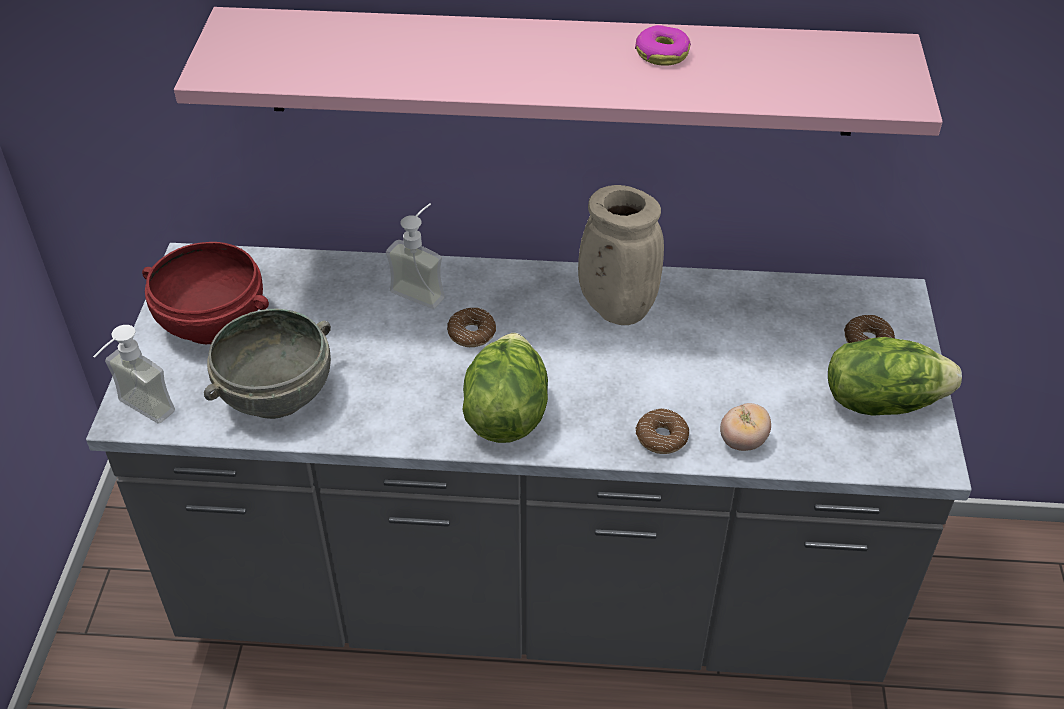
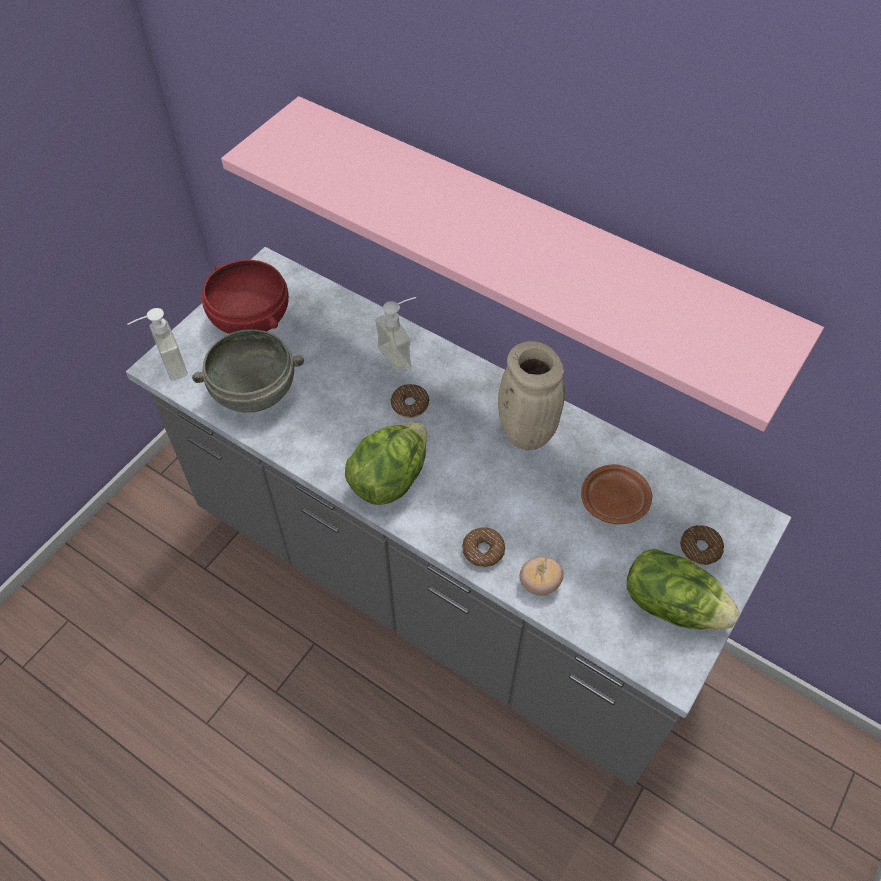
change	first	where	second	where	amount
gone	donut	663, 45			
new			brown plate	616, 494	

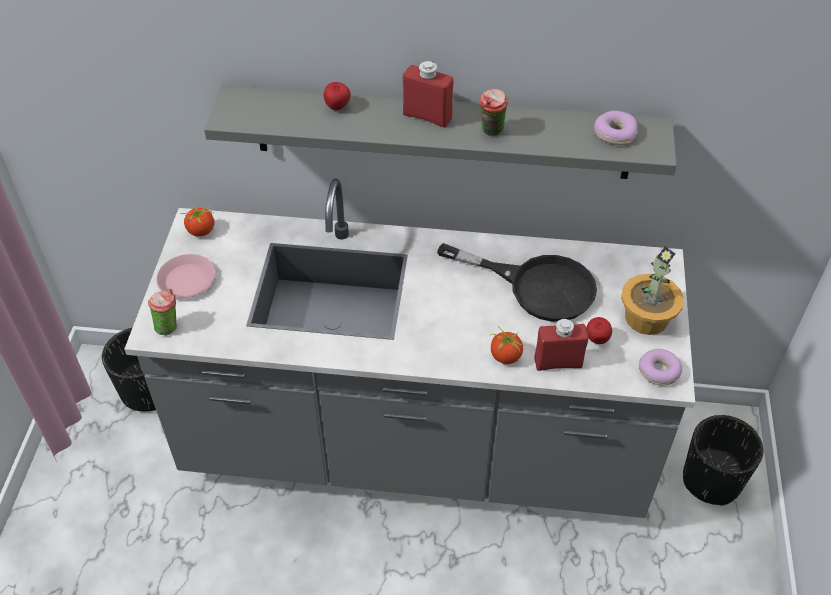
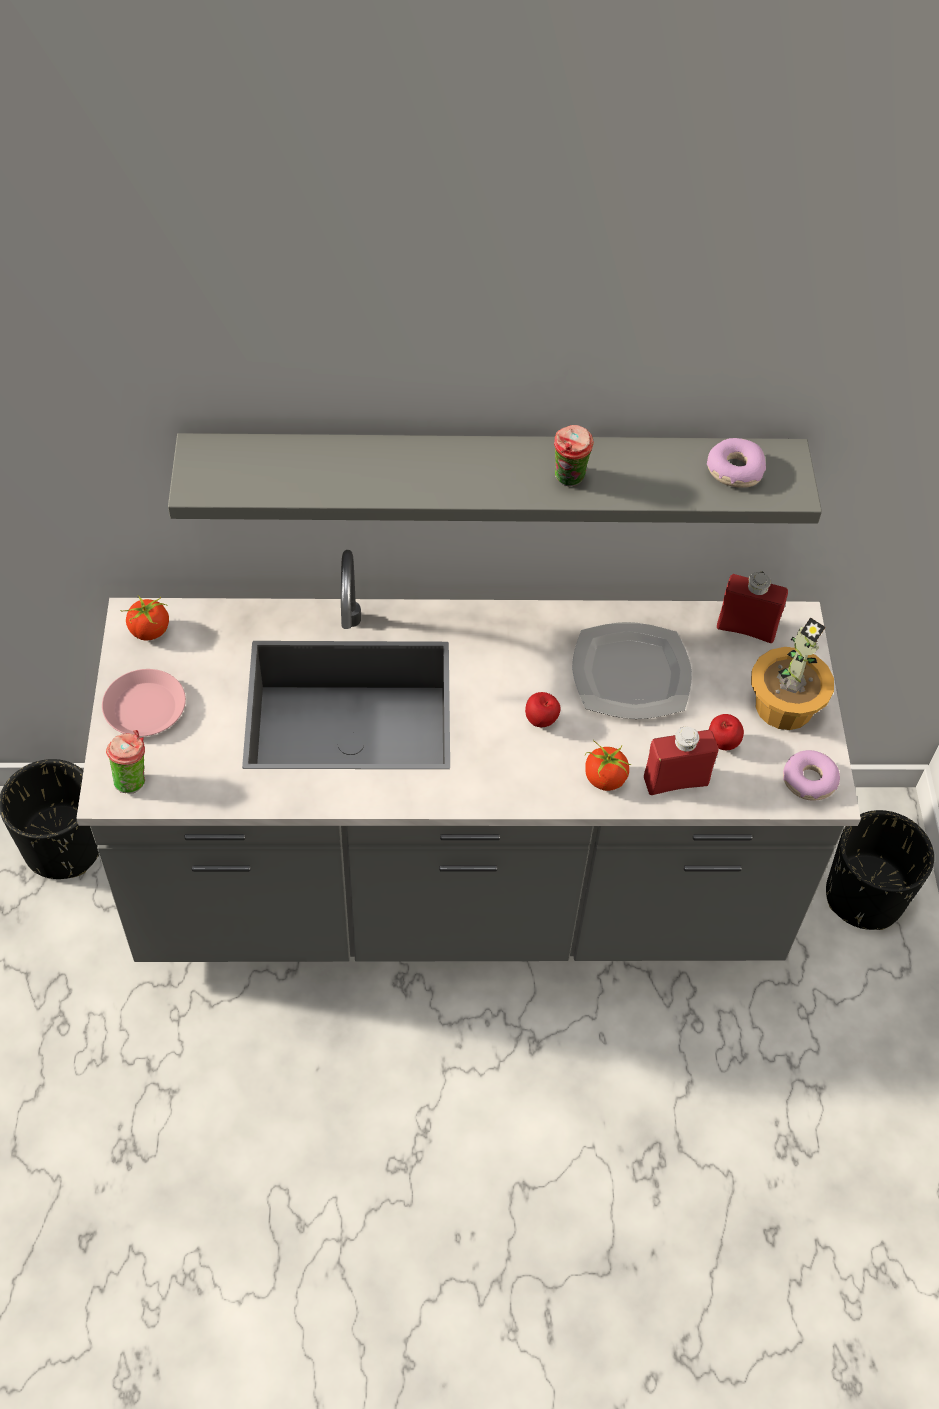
change	first	where	second	where	amount
shifted	apple	337, 96		543, 709	
shifted	red bottle	428, 94		752, 607	
swapped	black frying pan	517, 282	plate	632, 670	

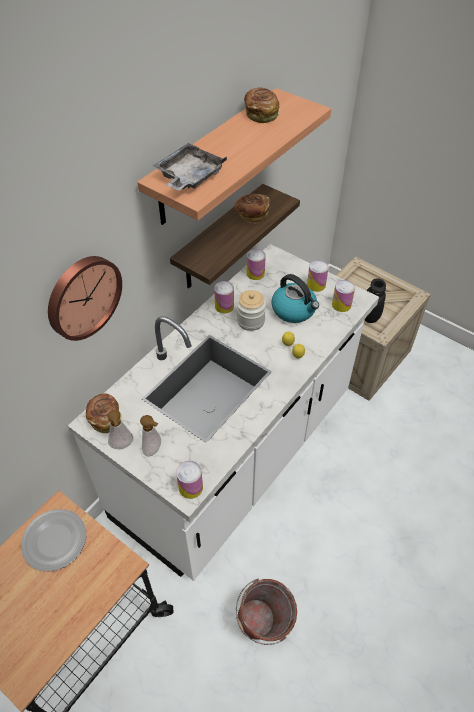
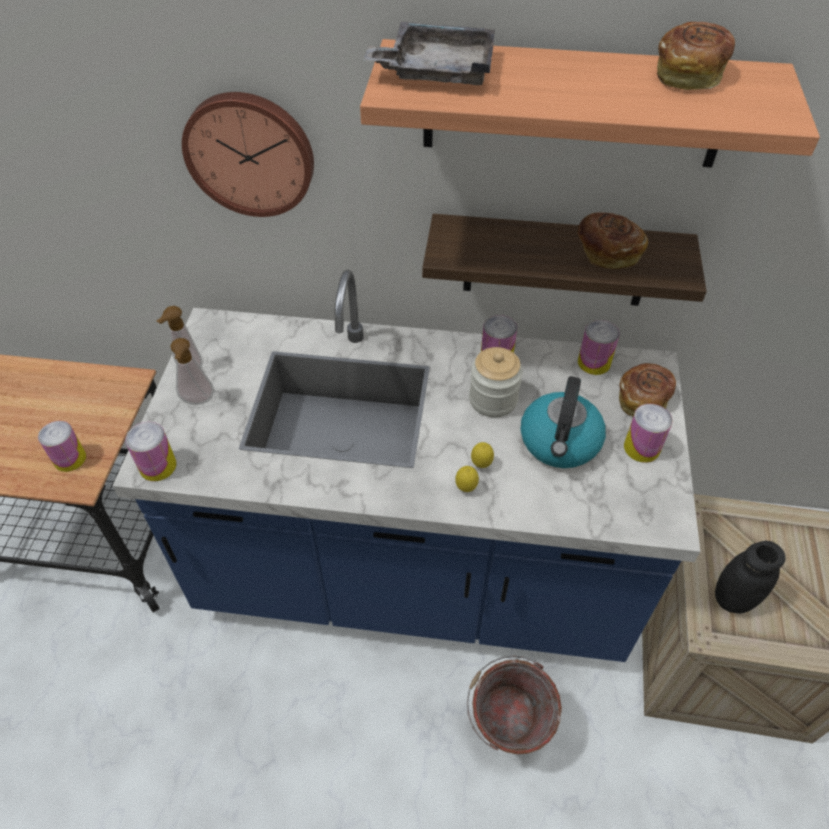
change	first	where	second	where	amount
gone	plate	53, 540			
shifted	bread	104, 413		647, 390	
shifted	bucket	266, 612		514, 704	
shifted	can	343, 296		62, 446	
repainted	white counter	223, 412	blue counter	406, 466	

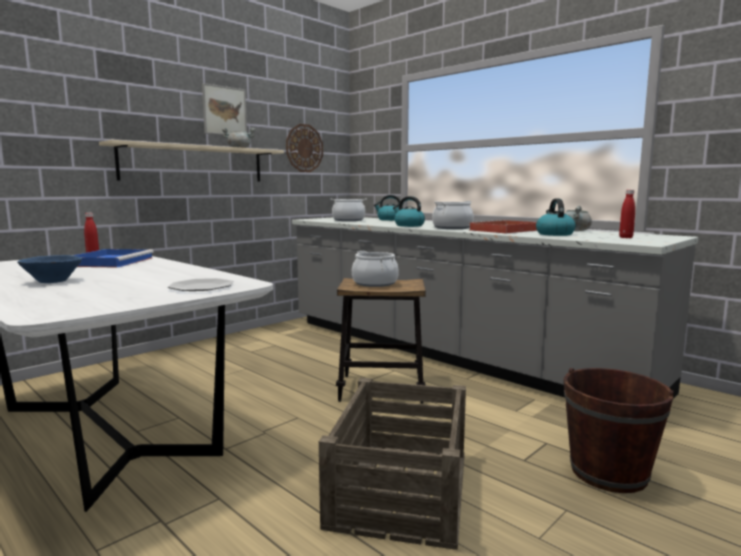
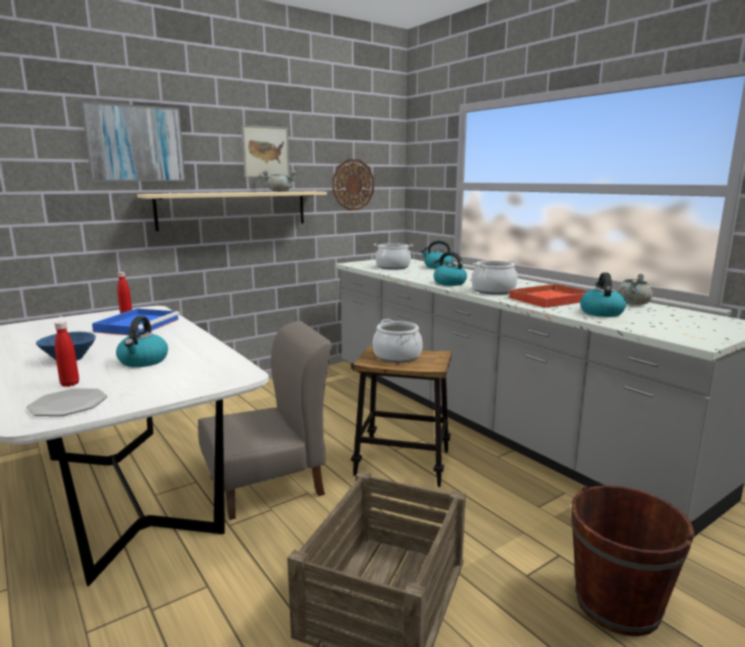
change	first	where	second	where	amount
new			picture	133, 141	
new			kettle	142, 341	
new			grey chair	265, 420	
shifted	plate	200, 284		67, 402	
shifted	red bottle	627, 213		67, 354	

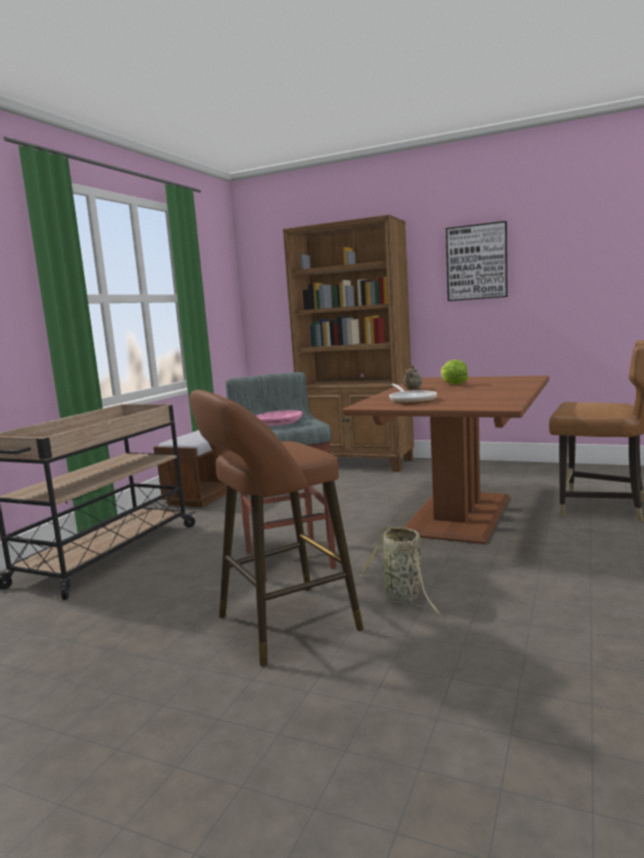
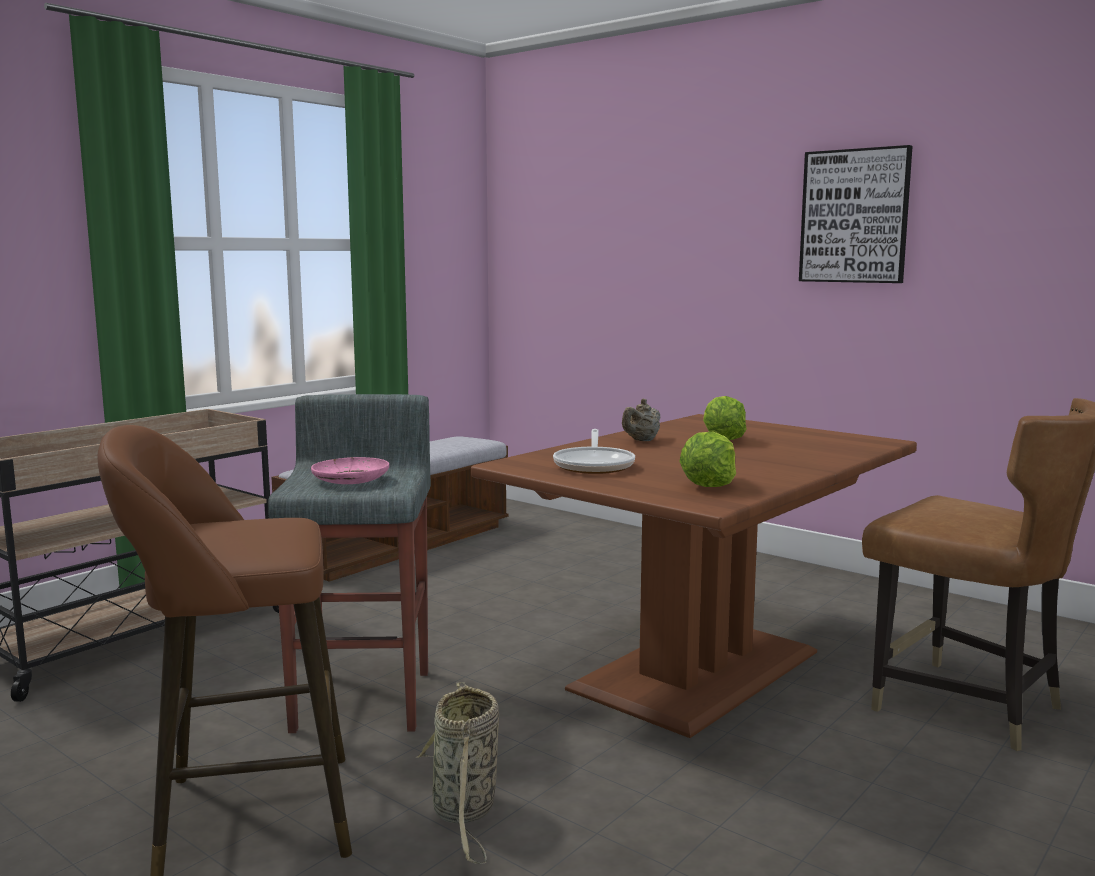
change	first	where	second	where	amount
gone	brown bookcase	348, 343			
new			lettuce	707, 459	

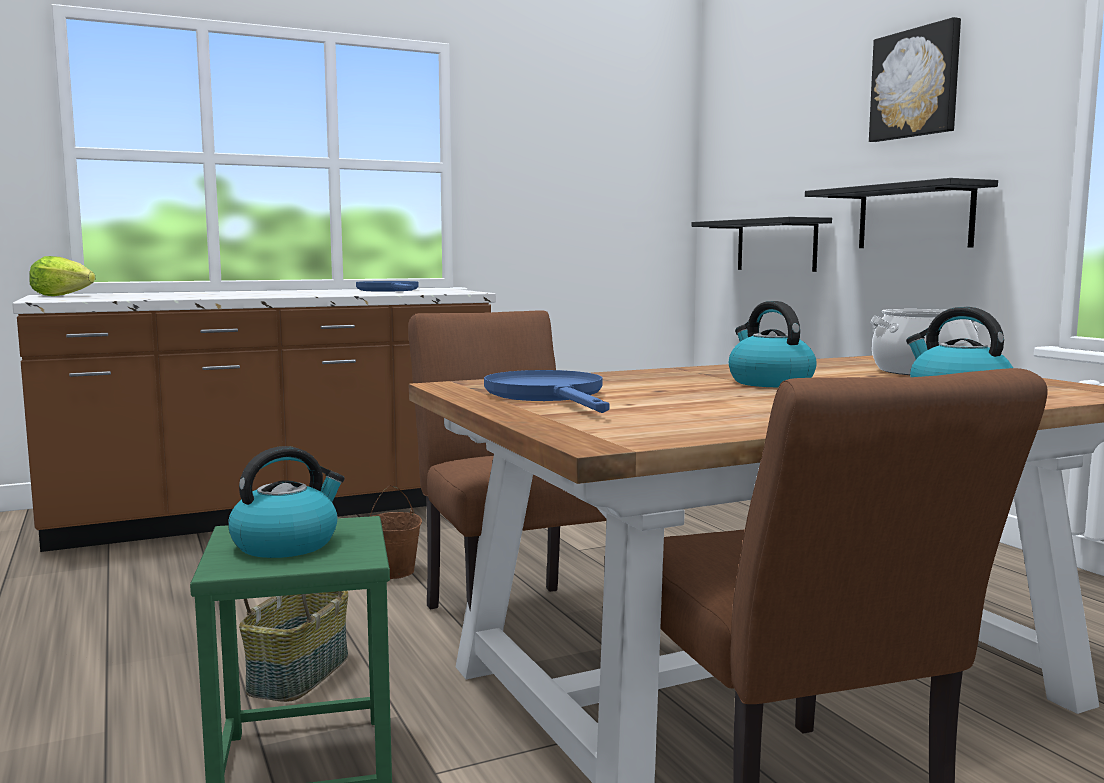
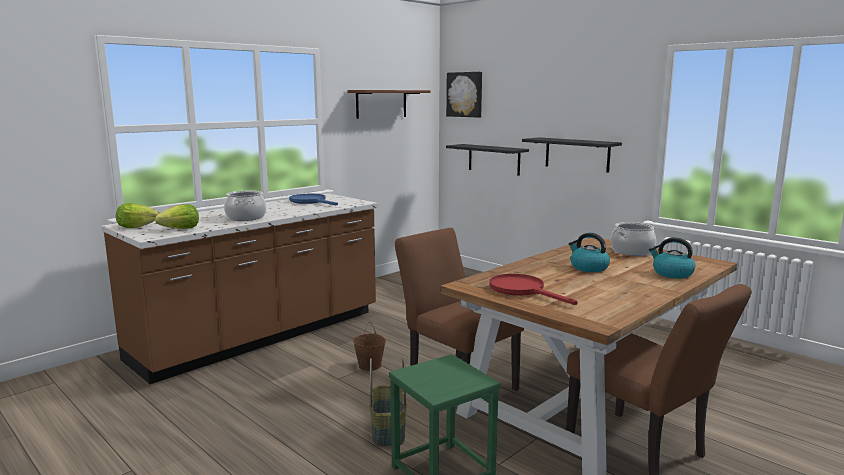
change	first	where	second	where	amount
gone	kettle	286, 502			
new			lettuce	177, 216	
new			cooking pot	245, 206	
new			brown shelf	389, 104	
shifted	picture	915, 79		464, 95	
repainted	blue frying pan	547, 391	red frying pan	533, 289	

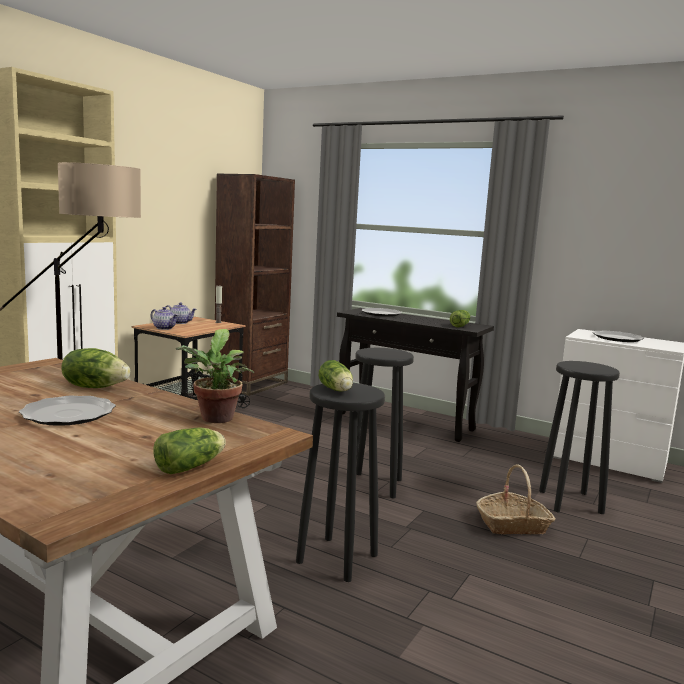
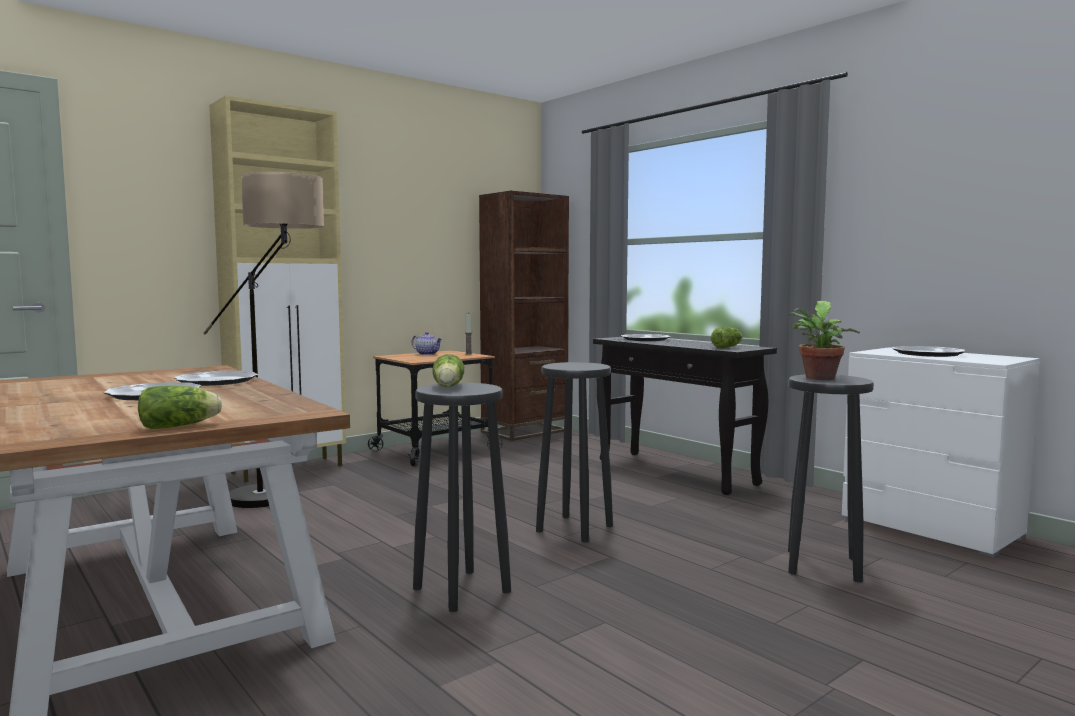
change	first	where	second	where	amount
gone	teapot	164, 318			
gone	basket	516, 499			
shifted	potted plant	215, 376		823, 340	
swapped	lettuce	96, 368	plate	216, 378	

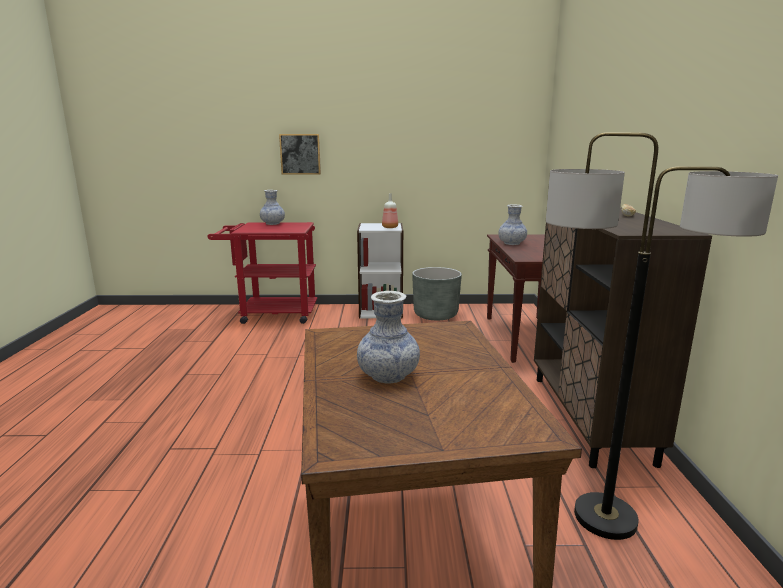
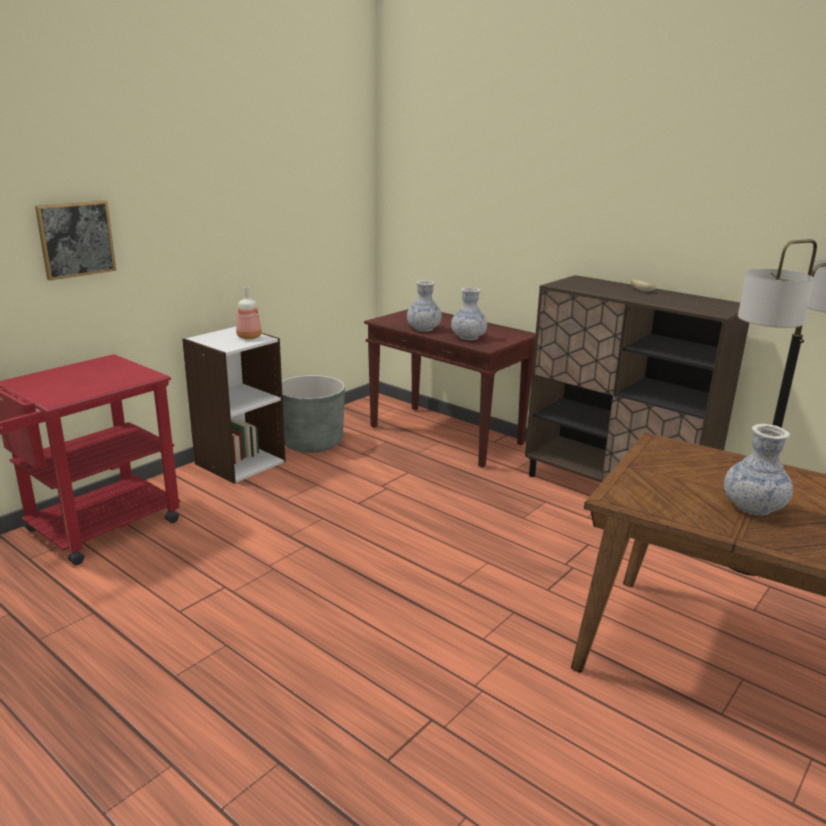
change	first	where	second	where	amount
shifted	vase	272, 207		469, 313	

